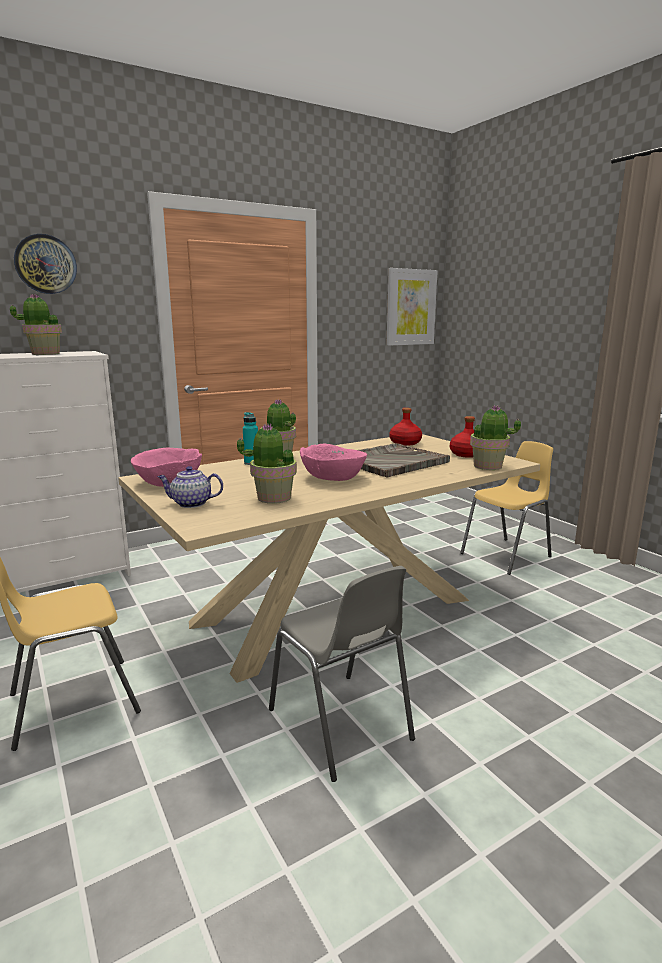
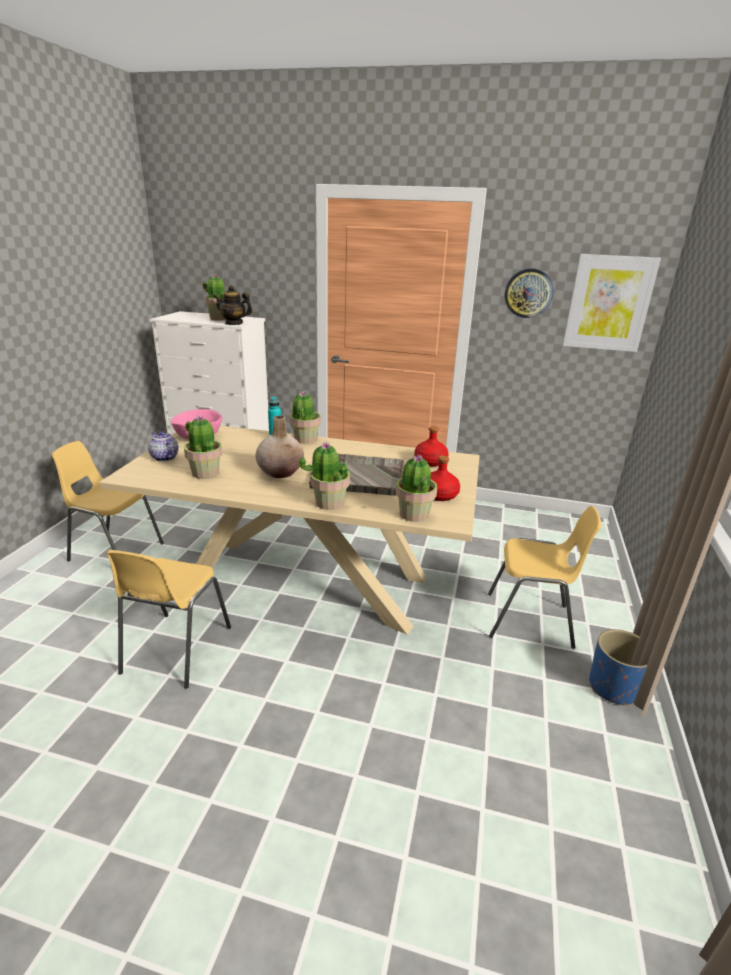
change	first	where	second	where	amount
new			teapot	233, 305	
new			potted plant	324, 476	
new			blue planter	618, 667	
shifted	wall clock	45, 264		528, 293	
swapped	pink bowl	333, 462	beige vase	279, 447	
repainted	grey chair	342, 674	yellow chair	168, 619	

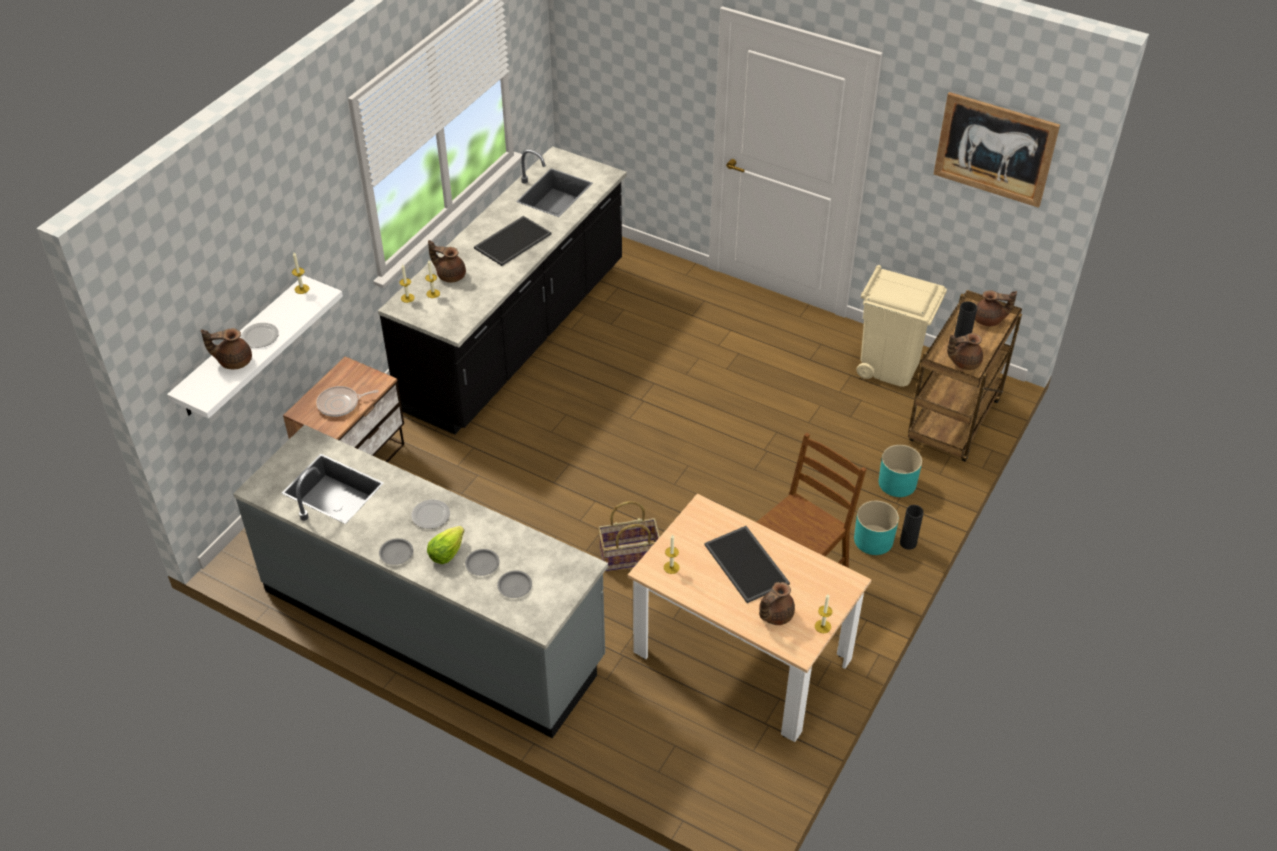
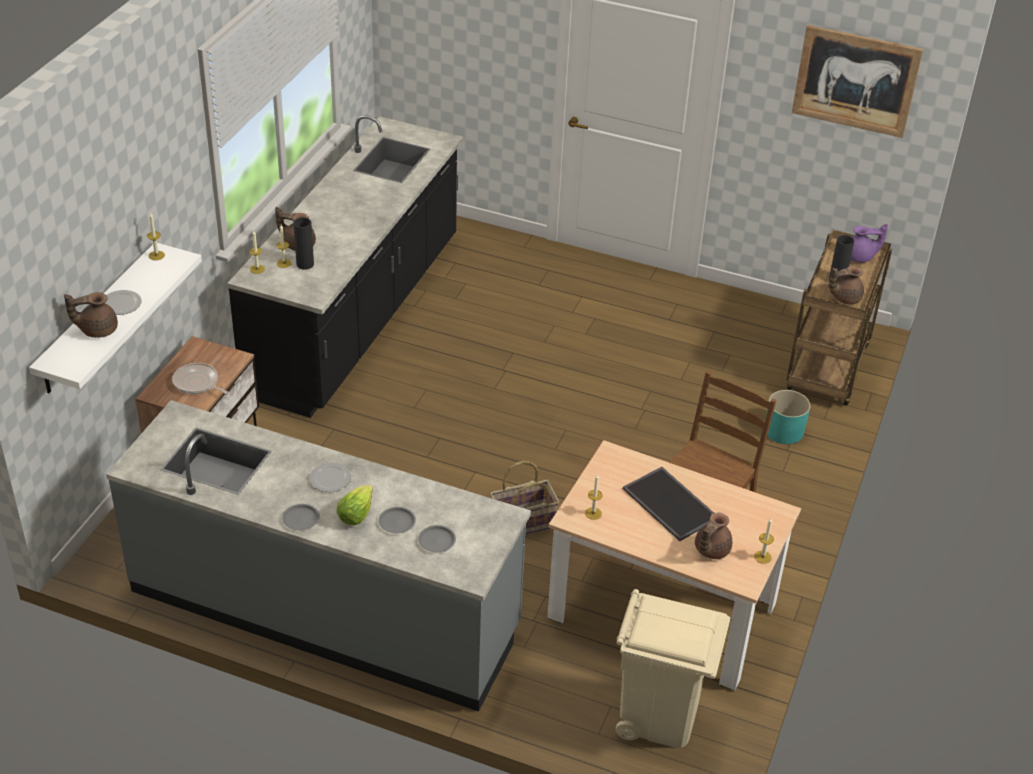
change	first	where	second	where	amount
gone	tray	512, 241			
gone	turquoise planter	876, 528			
shifted	beige trash can	901, 326		673, 668	
shifted	black vase	912, 527		303, 243	
repainted	brown teapot	996, 308	purple teapot	869, 243	
rotated	frying pan	347, 401		200, 379	60 degrees clockwise

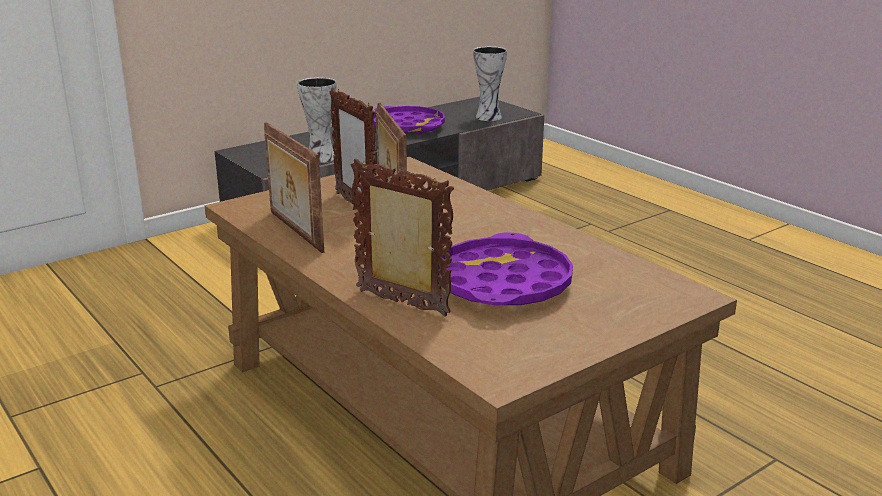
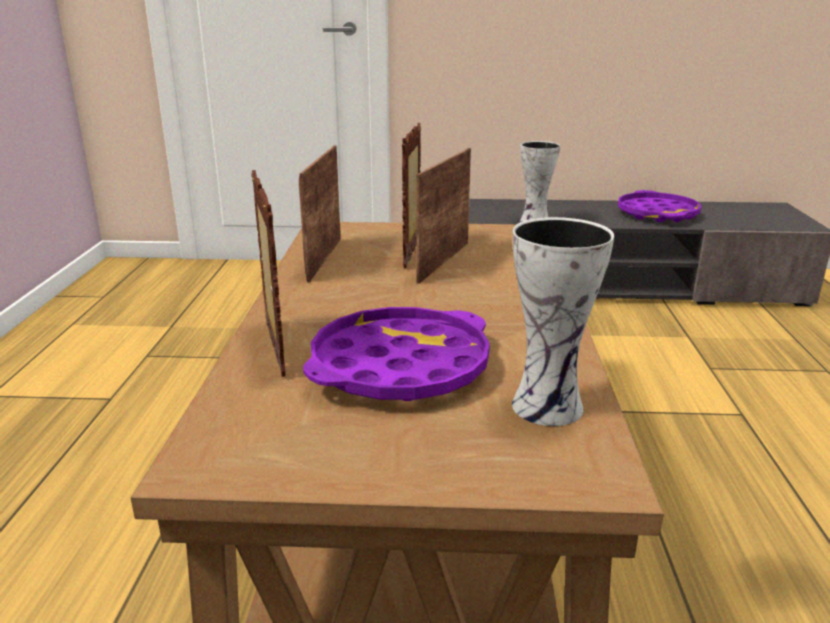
change	first	where	second	where	amount
shifted	vase	490, 83		563, 321	

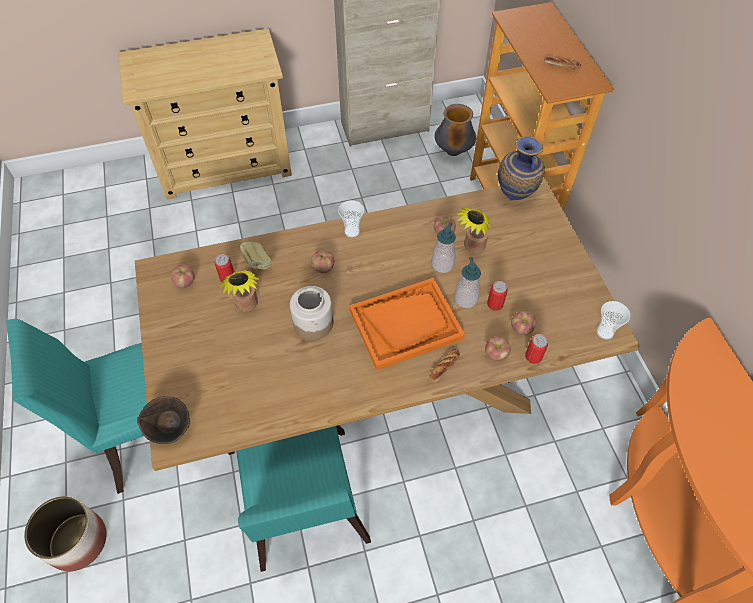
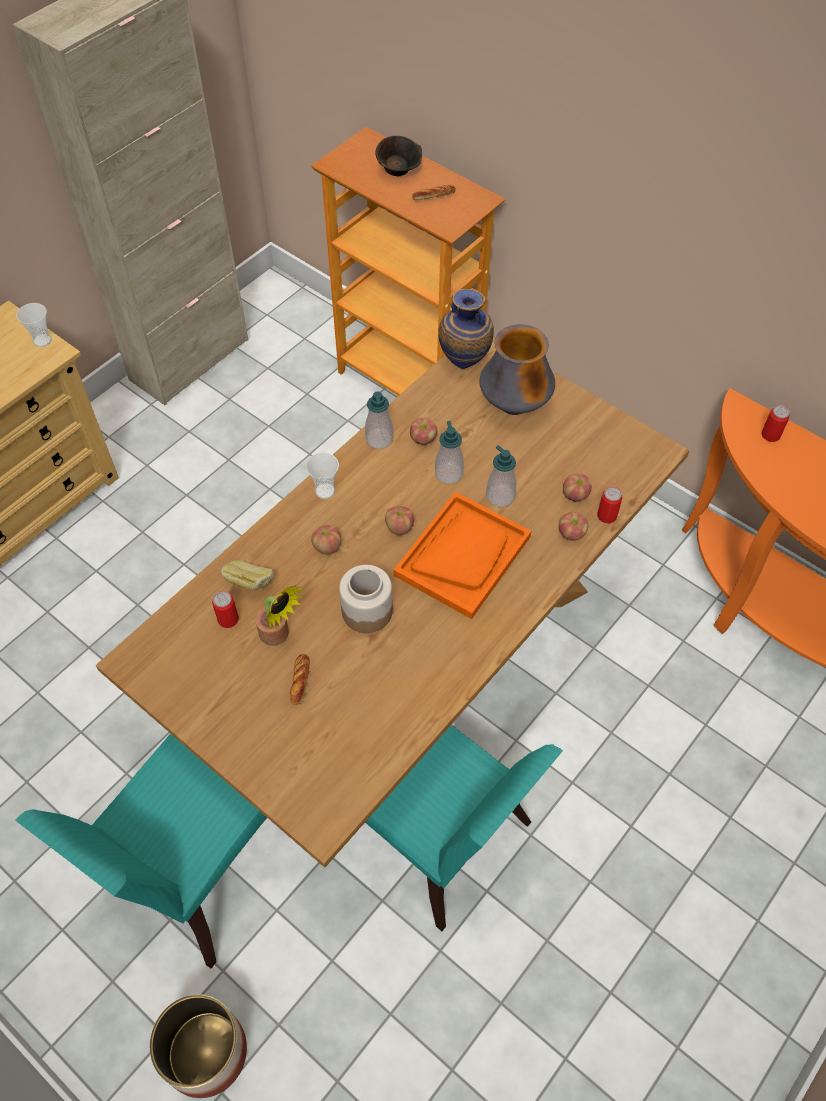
change	first	where	second	where	amount
gone	potted plant	474, 231			
new			soap dispenser	379, 420	
shifted	brown bowl	163, 420		399, 156	
shifted	apple	183, 276		399, 520	
shifted	bread	444, 365		300, 679	
shifted	vase	455, 130		517, 369	
shifted	can	497, 296		775, 423	
shifted	cup	613, 320		34, 325	

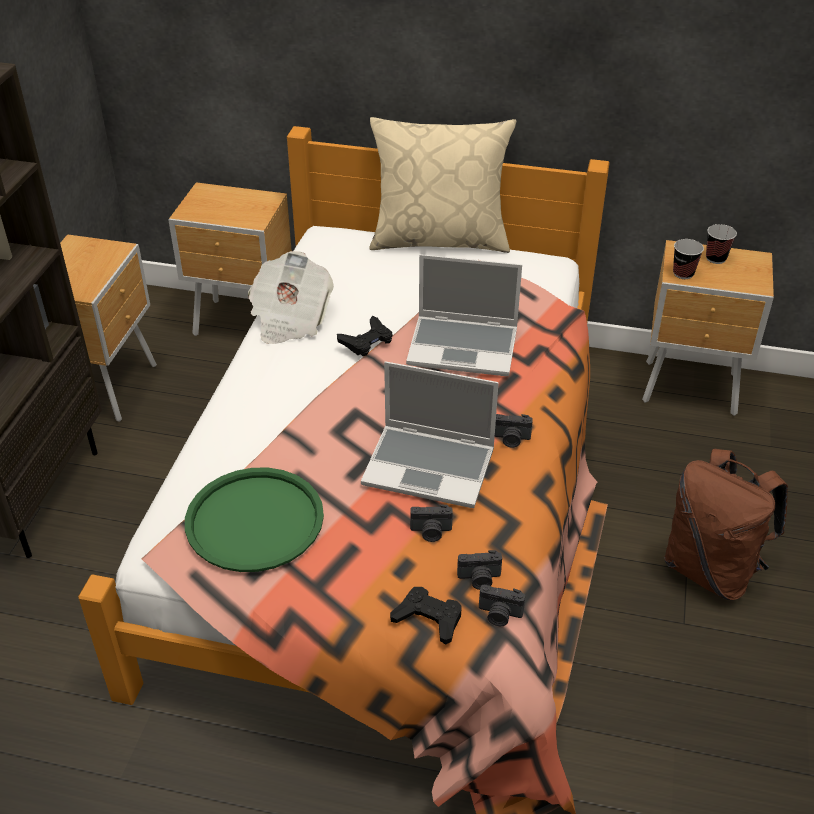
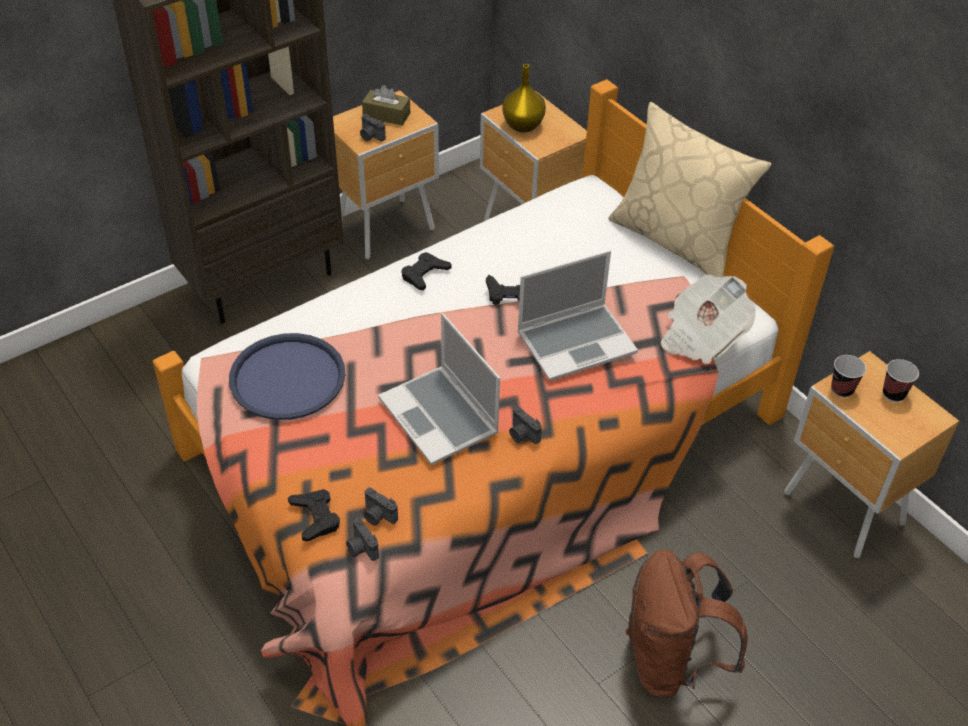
change	first	where	second	where	amount
new			brown tissue box	386, 105	
new			black game controller	426, 271	
new			yellow vase	524, 98	
shifted	newspaper	291, 297		708, 319	
shifted	photo camera	431, 523		373, 127	
repainted	green tray	254, 520	blue tray	287, 376	
rotated	laptop	464, 315		577, 315	75 degrees counterclockwise

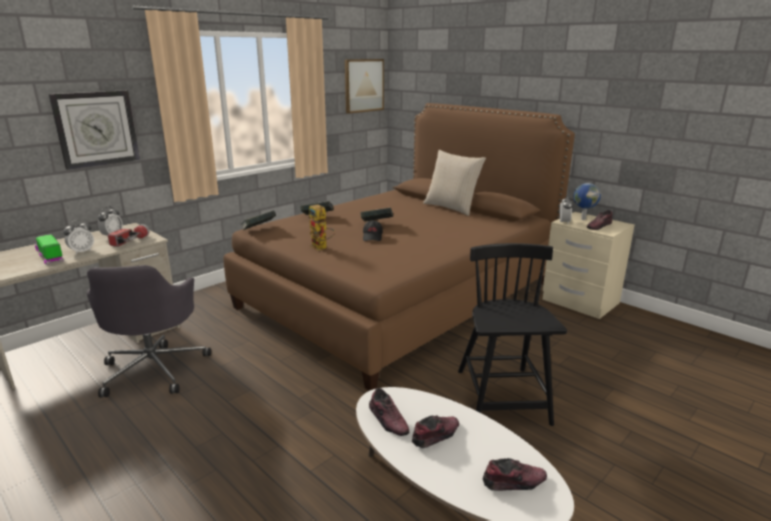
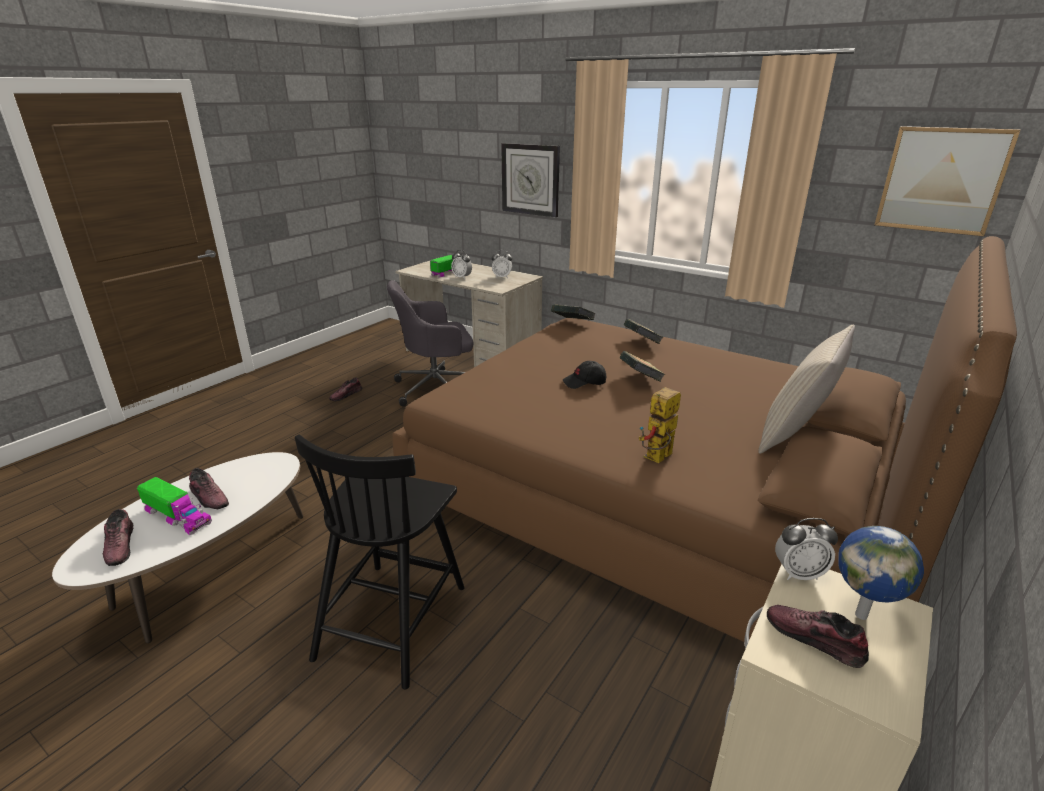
change	first	where	second	where	amount
gone	flashlight	128, 235			
new			toy truck	174, 506	
shifted	toy robot	322, 227		660, 425	
shifted	shoe	389, 412		345, 389	
rotated	black chair	512, 334		379, 561	120 degrees clockwise

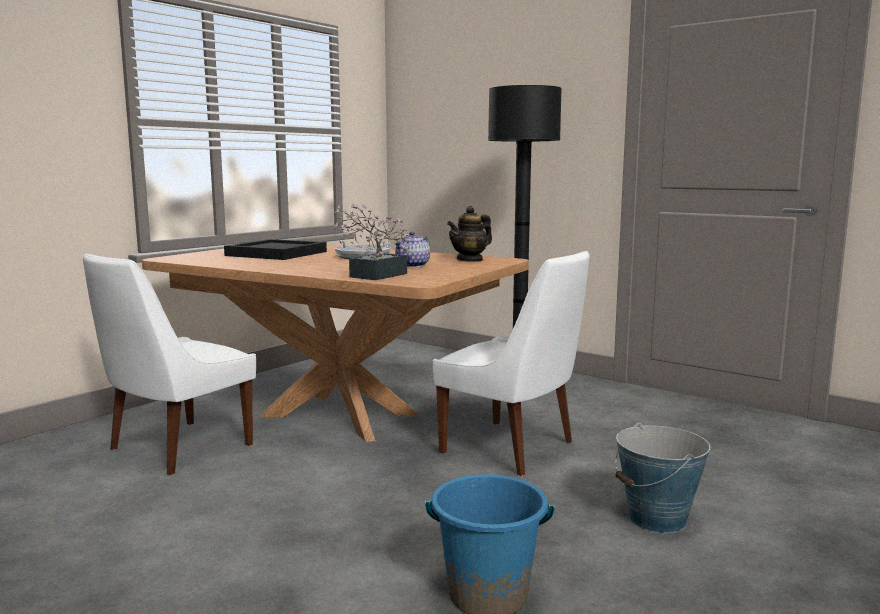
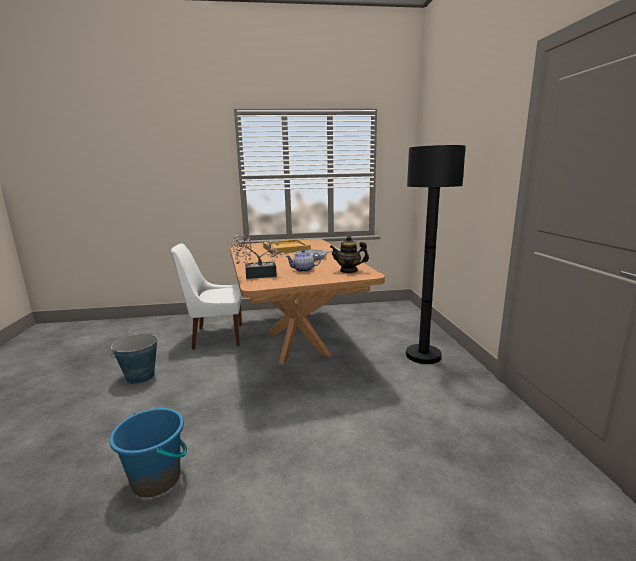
change	first	where	second	where	amount
gone	white chair	510, 363			
shifted	bucket	662, 477		134, 358	
repainted	black tray	275, 249	beige tray	287, 246	

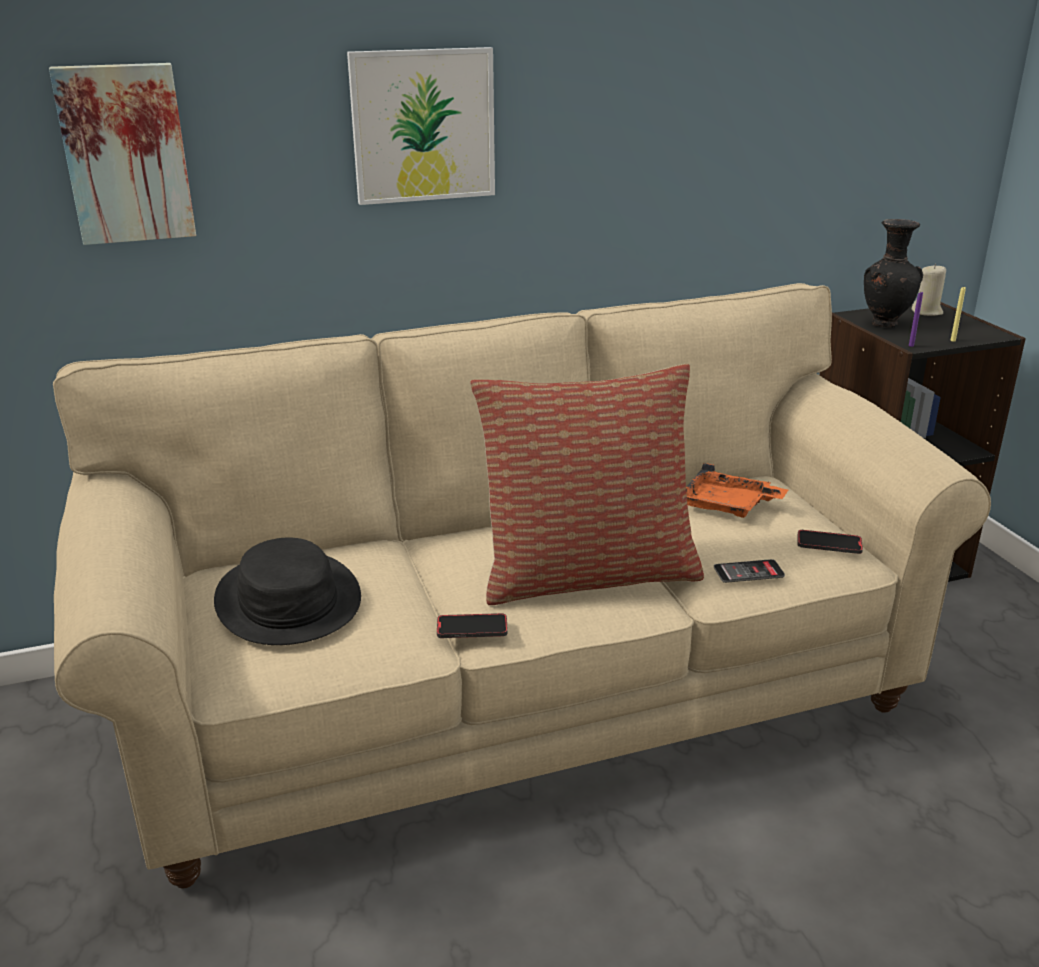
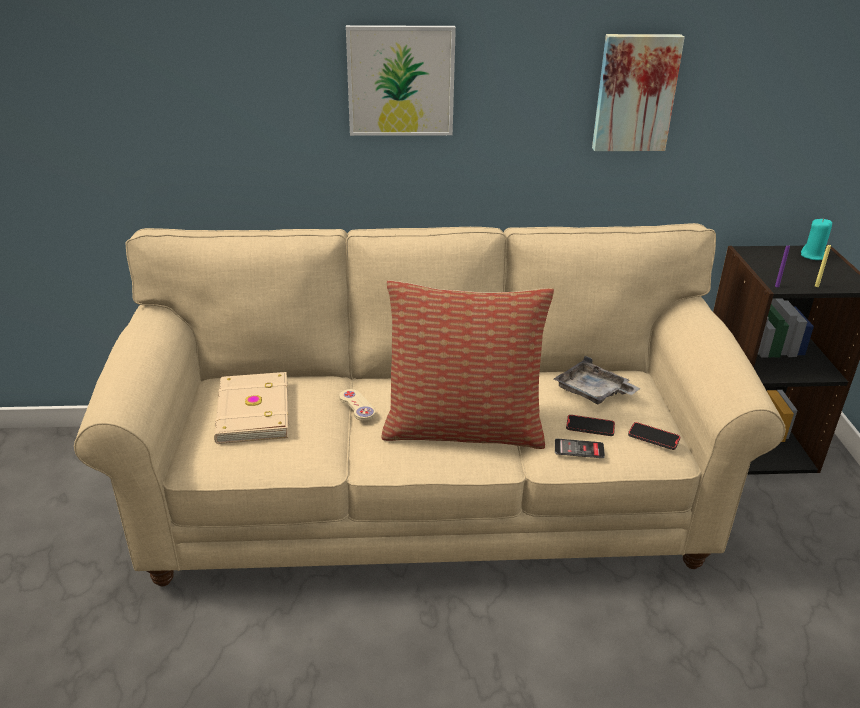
change	first	where	second	where	amount
gone	black vase	893, 273			
new			beige game controller	357, 405	
shifted	picture	122, 154		638, 92	
shifted	phone	472, 625		590, 425	
swapped	black hat	287, 591	beige book	251, 408	
repainted	orange tray	737, 490	grey tray	597, 380	
repainted	beige candle	929, 290	turquoise candle	816, 239	

